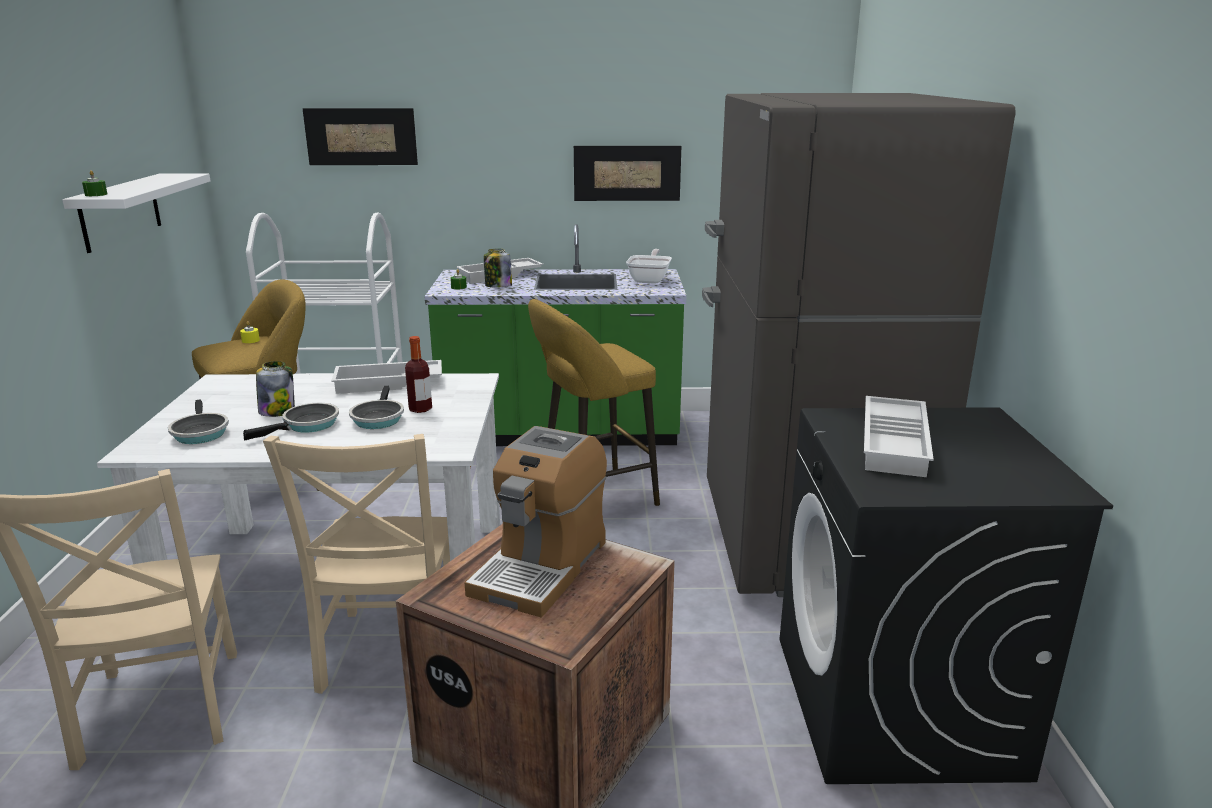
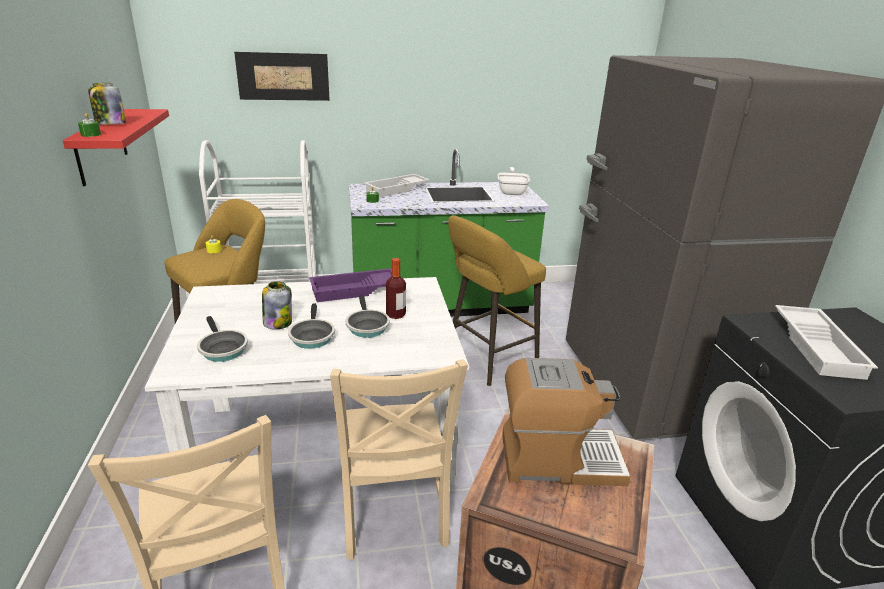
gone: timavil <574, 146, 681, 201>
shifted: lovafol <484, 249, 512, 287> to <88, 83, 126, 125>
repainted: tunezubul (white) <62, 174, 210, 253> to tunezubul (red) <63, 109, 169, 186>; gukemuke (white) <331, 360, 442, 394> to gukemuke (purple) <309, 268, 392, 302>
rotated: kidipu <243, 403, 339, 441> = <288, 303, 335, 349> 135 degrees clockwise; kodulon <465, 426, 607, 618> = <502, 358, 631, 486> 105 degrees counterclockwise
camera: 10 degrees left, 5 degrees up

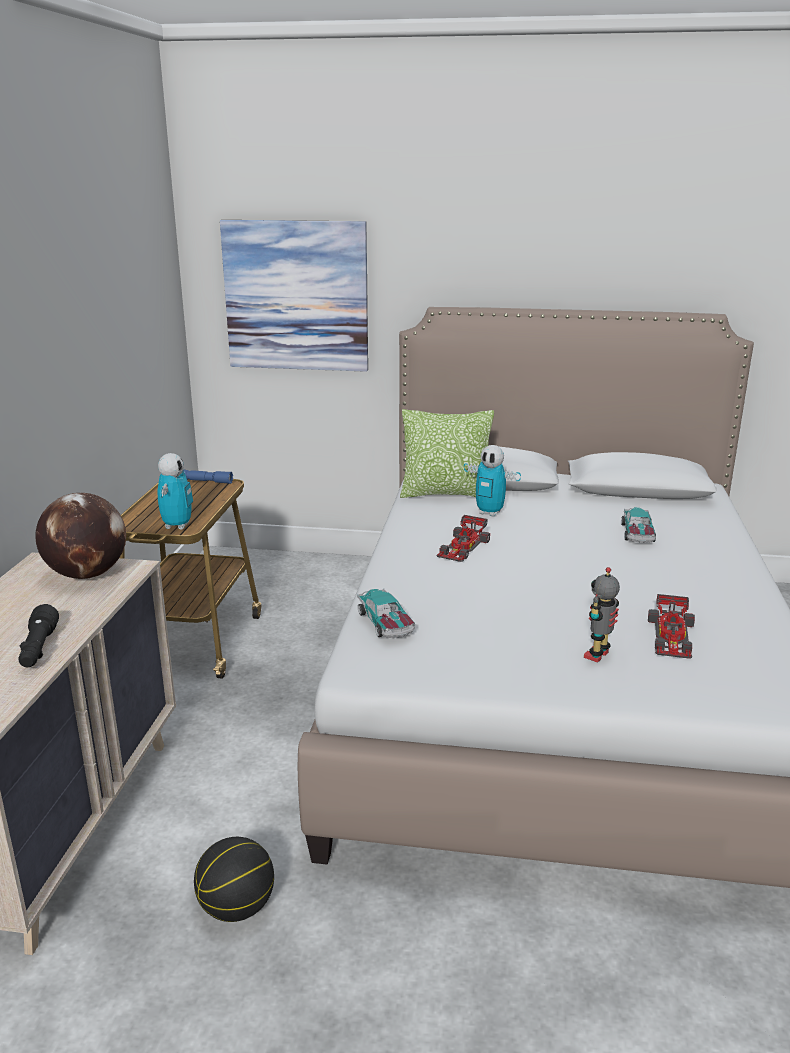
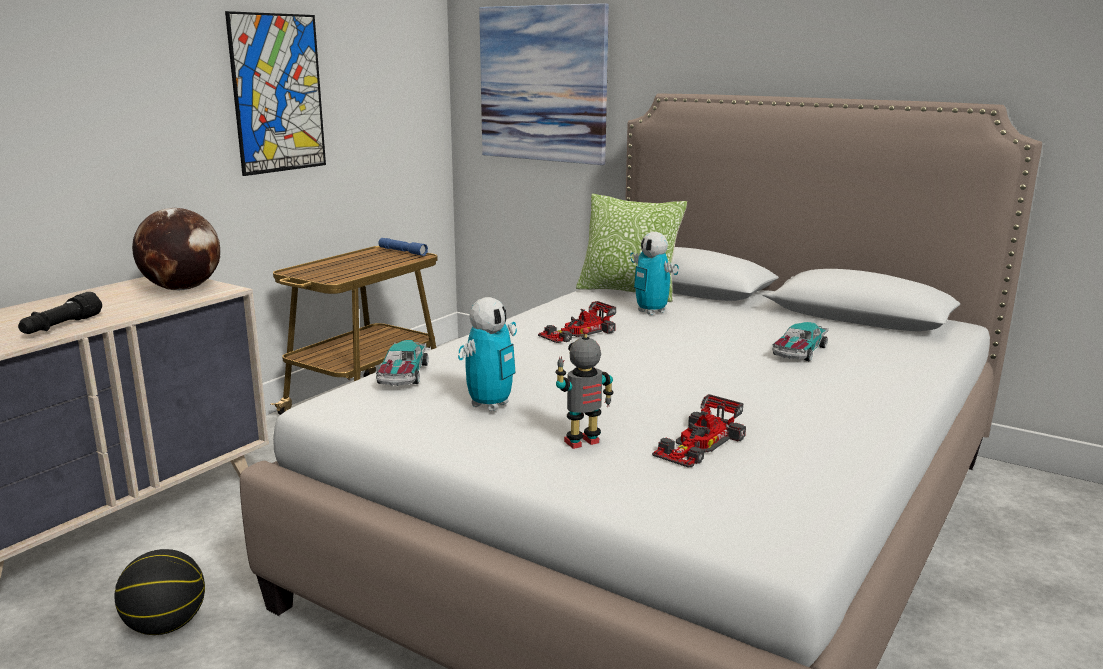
new: timavil <225, 11, 326, 176>
shifted: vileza <157, 453, 193, 530> to <458, 297, 517, 411>
camera: 25 degrees right, 5 degrees down

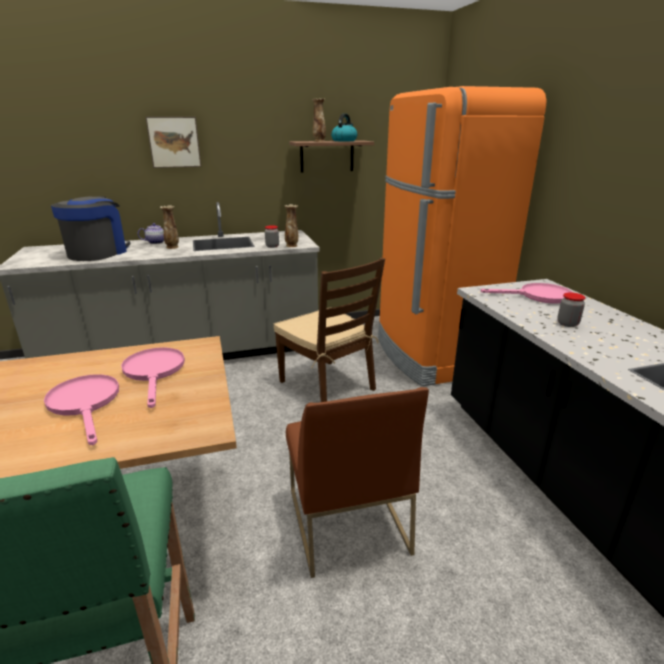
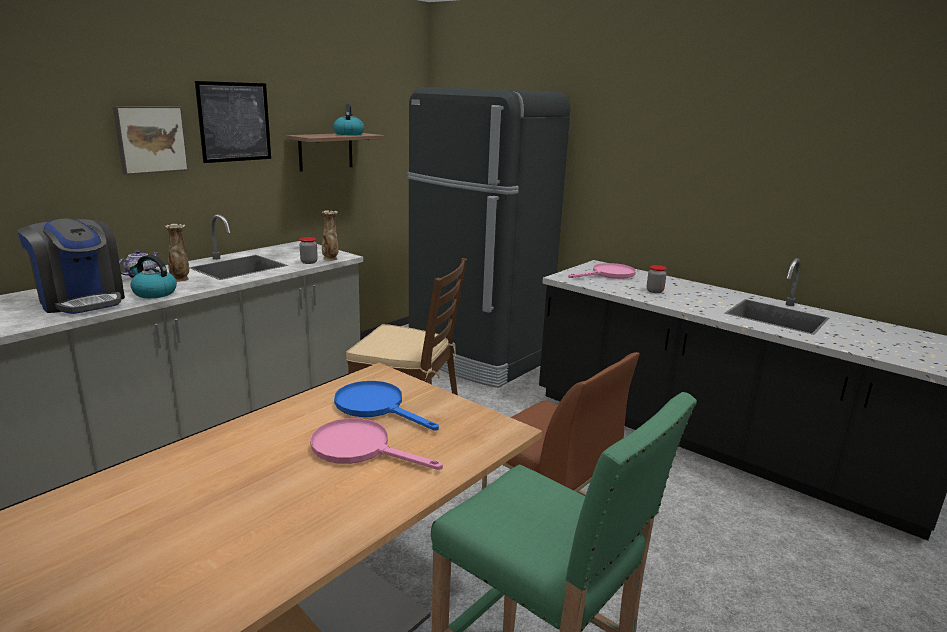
gone: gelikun <312, 98, 326, 142>
new: timavil <195, 81, 271, 163>; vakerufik <130, 255, 177, 298>
repainted: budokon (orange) <378, 86, 547, 386> to budokon (black) <407, 87, 570, 388>; kidipu (pink) <121, 347, 185, 408> to kidipu (blue) <334, 381, 439, 431>
rotated: kodulon <51, 196, 130, 261> = <17, 219, 125, 314> 150 degrees clockwise
camera: 35 degrees left, 5 degrees down

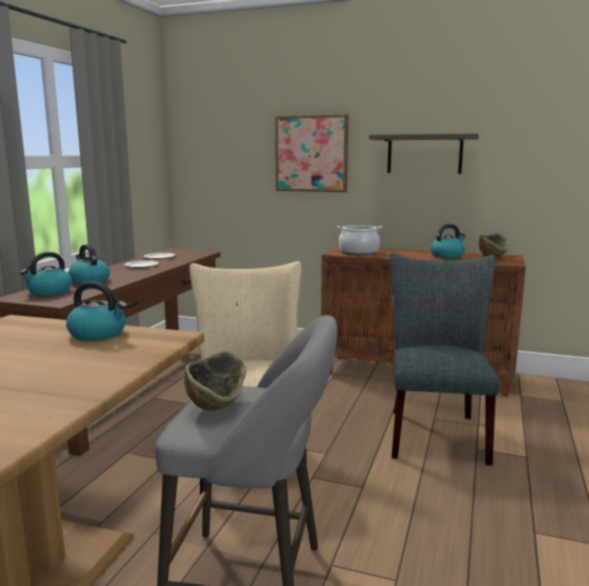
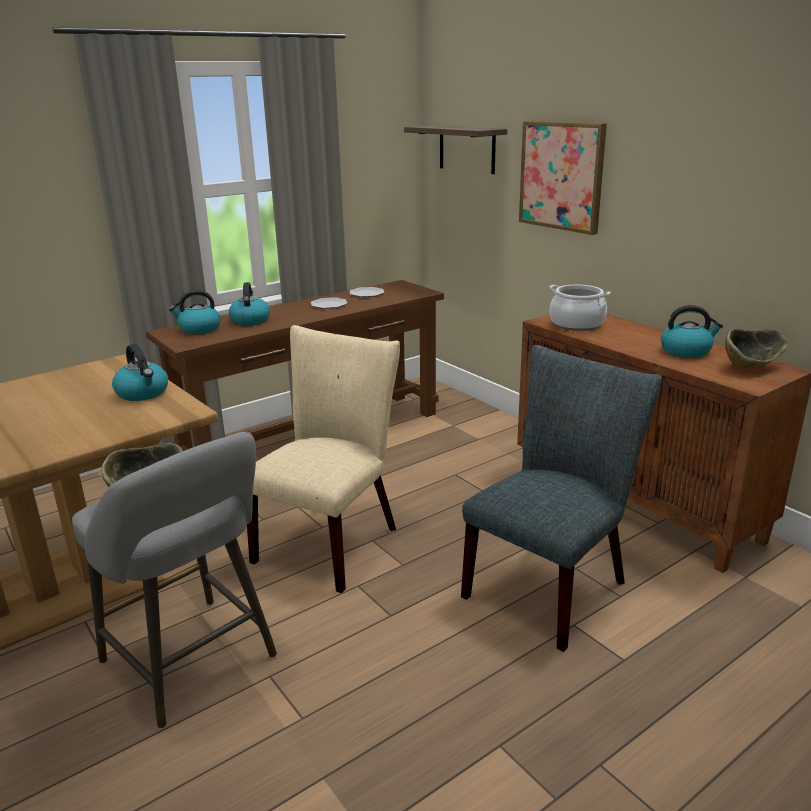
shifted: tunezubul <369, 134, 479, 174> to <404, 125, 507, 174>
camera: 35 degrees right, 10 degrees up

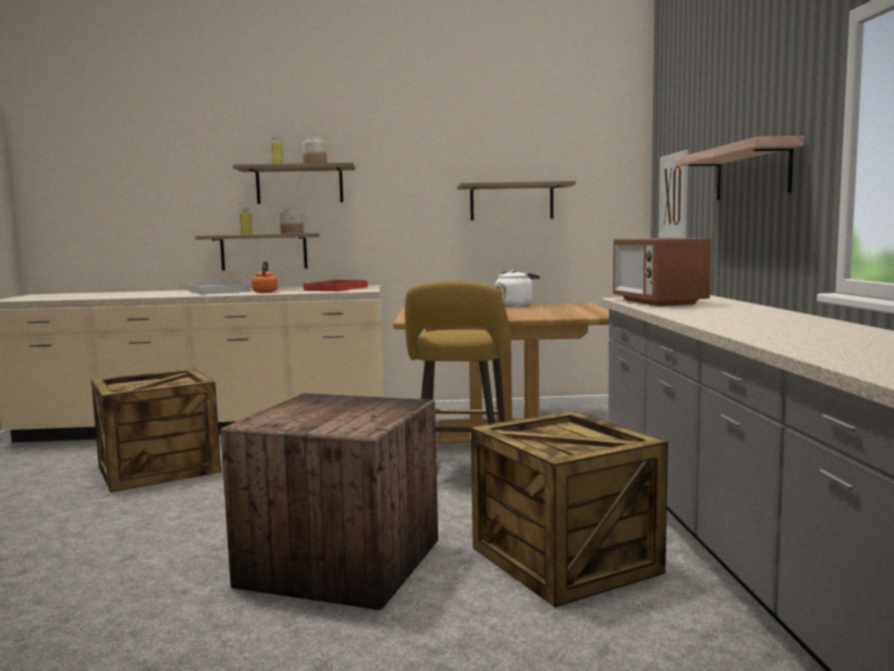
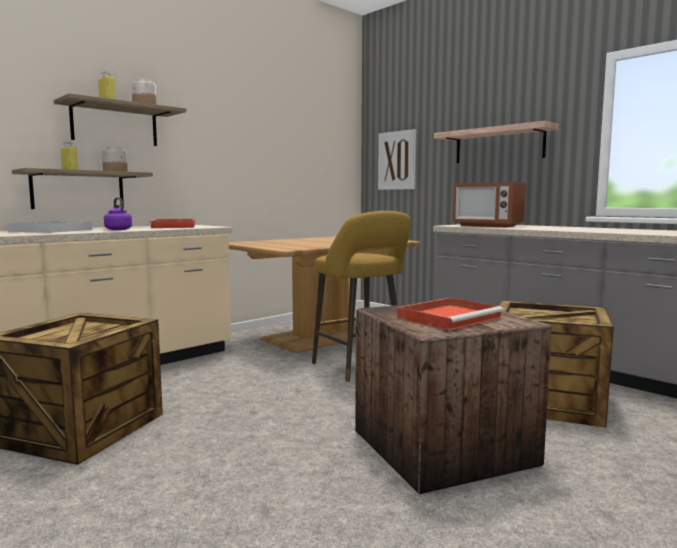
gone: tunezubul <457, 181, 576, 220>; vakerufik (white) <495, 270, 540, 307>
new: gukemuke (red) <397, 298, 504, 331>
repainted: vakerufik (orange) <252, 261, 278, 293> to vakerufik (purple) <104, 197, 132, 230>
camera: 40 degrees left, 0 degrees up

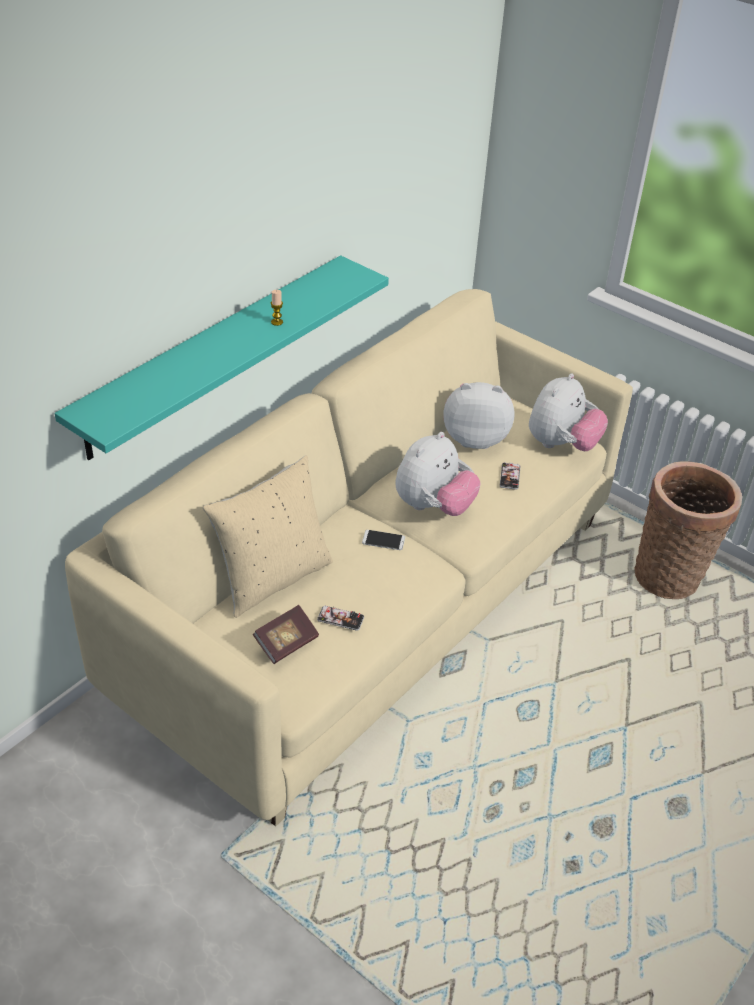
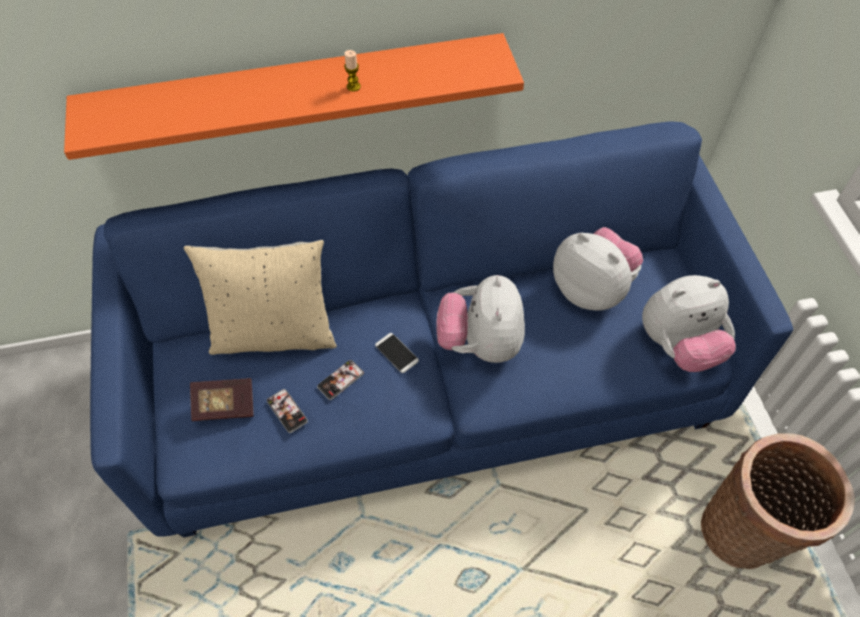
shifted: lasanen <500, 462, 521, 490> to <317, 360, 364, 400>
repainted: tunezubul (turquoise) <55, 255, 389, 460> to tunezubul (orange) <64, 33, 524, 160>; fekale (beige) <65, 289, 633, 826> to fekale (blue) <90, 122, 793, 537>
rotated: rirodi <395, 432, 481, 516> = <436, 275, 525, 363> 105 degrees clockwise
camera: 40 degrees right, 15 degrees up

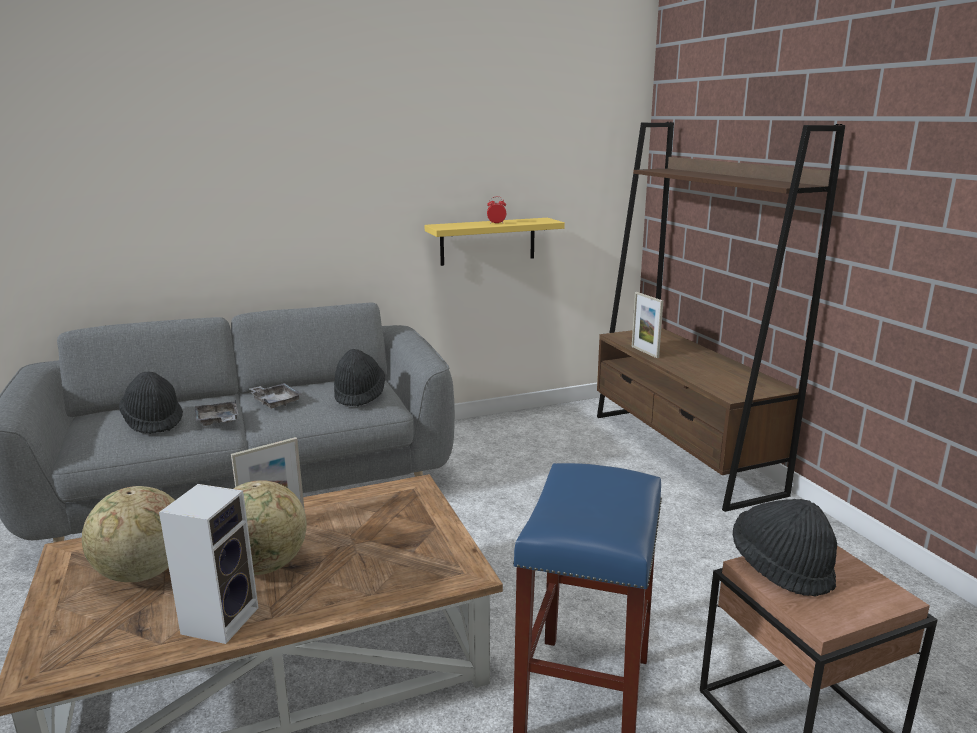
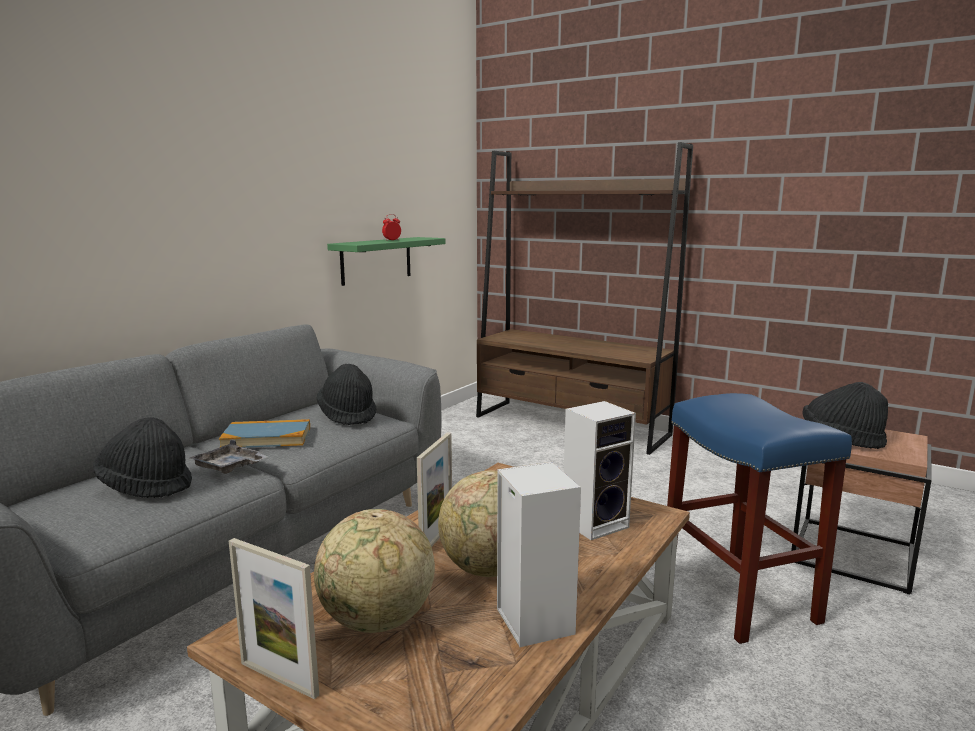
new: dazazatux <564, 401, 636, 540>
shifted: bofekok <632, 292, 663, 358> to <229, 538, 319, 699>
swapped: gukemuke (grey) <250, 383, 302, 408> to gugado <219, 419, 310, 448>
repainted: tunezubul (yellow) <425, 218, 565, 266> to tunezubul (green) <327, 237, 446, 286>
camera: 35 degrees left, 5 degrees down

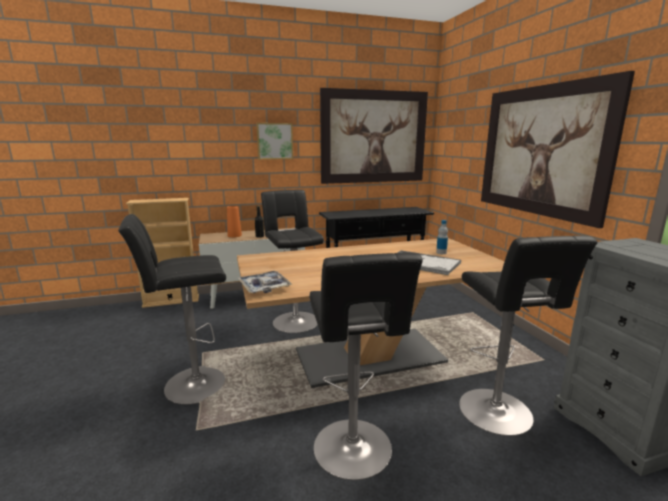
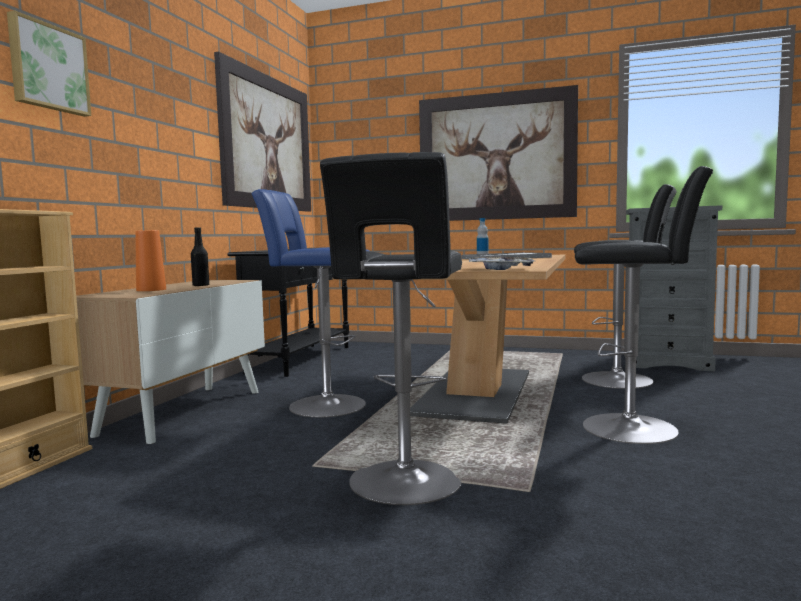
shifted: timavil <256, 123, 293, 160> to <7, 10, 91, 117>
repainted: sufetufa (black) <261, 190, 324, 333> to sufetufa (blue) <251, 189, 369, 417>
camera: 55 degrees left, 10 degrees down

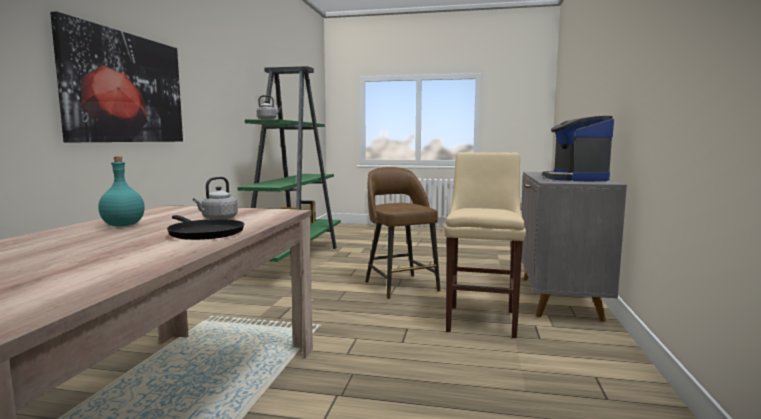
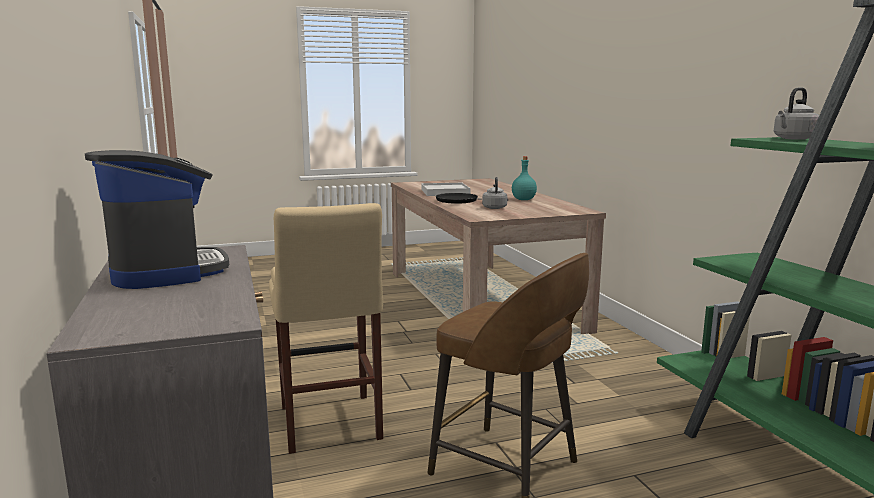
gone: timavil <50, 11, 183, 142>
new: gukemuke (white) <421, 183, 470, 196>
camera: 150 degrees right, 5 degrees up

